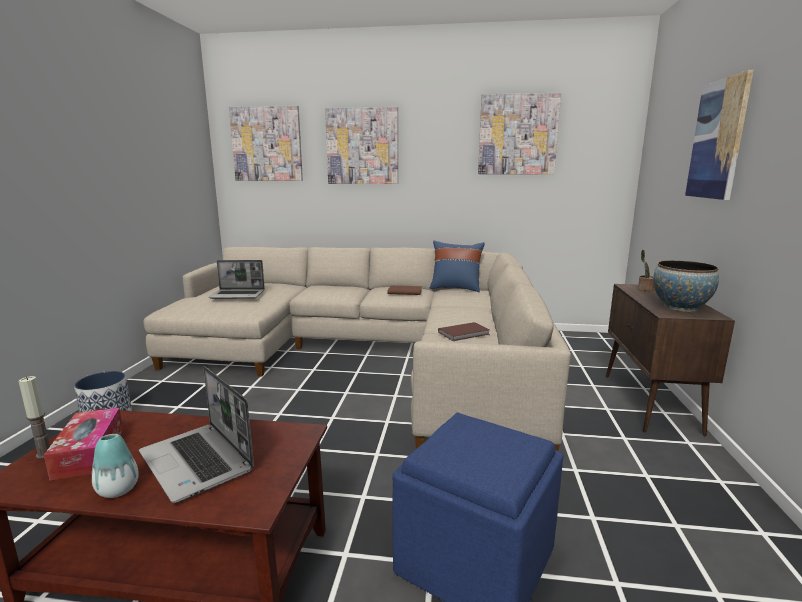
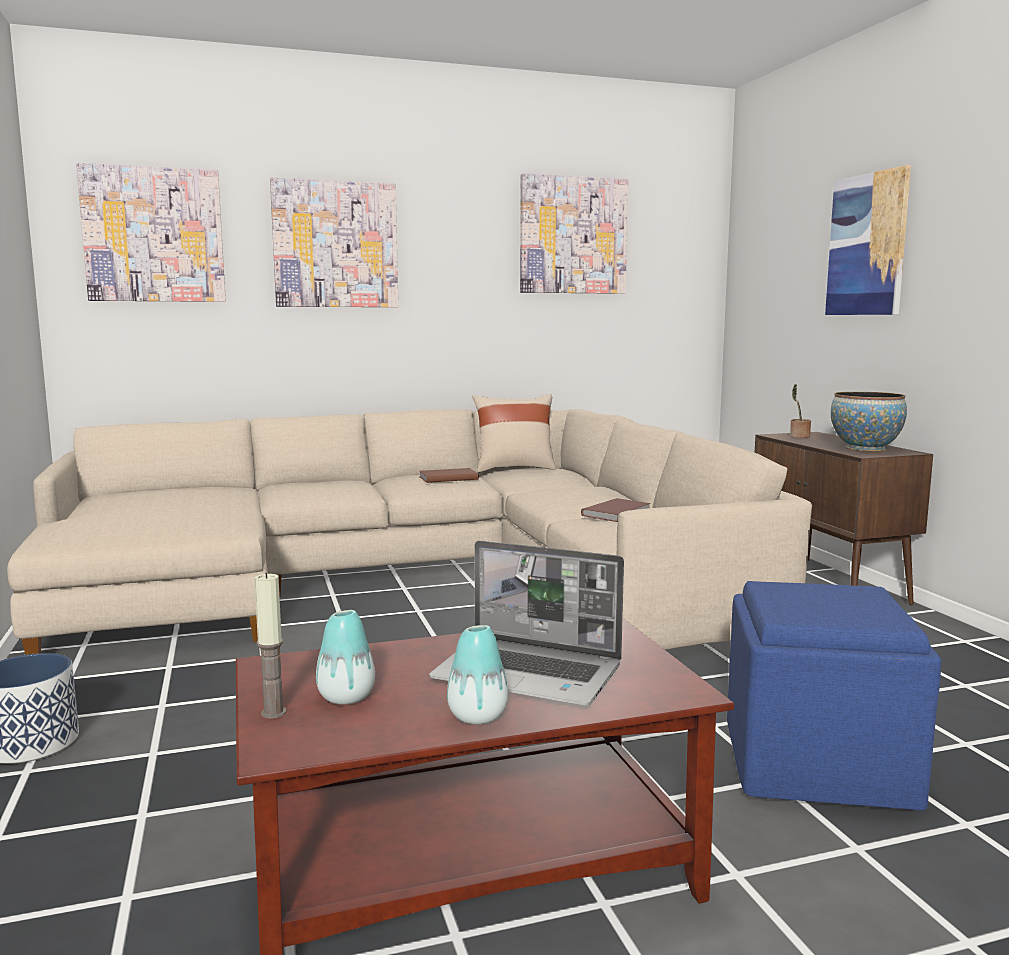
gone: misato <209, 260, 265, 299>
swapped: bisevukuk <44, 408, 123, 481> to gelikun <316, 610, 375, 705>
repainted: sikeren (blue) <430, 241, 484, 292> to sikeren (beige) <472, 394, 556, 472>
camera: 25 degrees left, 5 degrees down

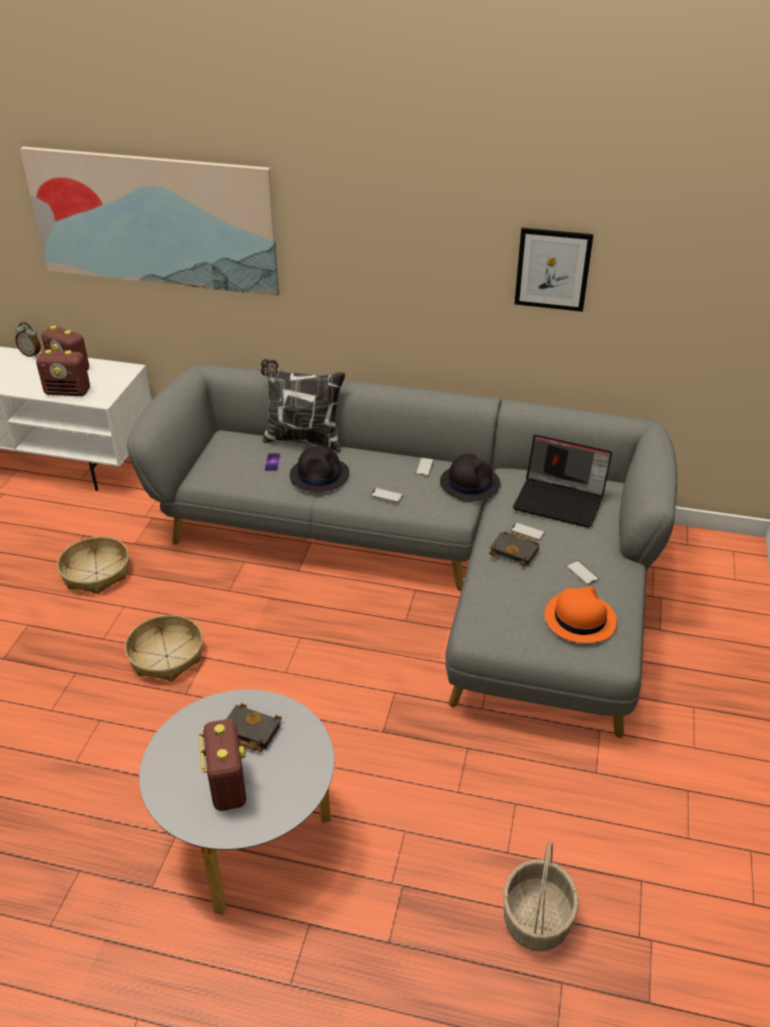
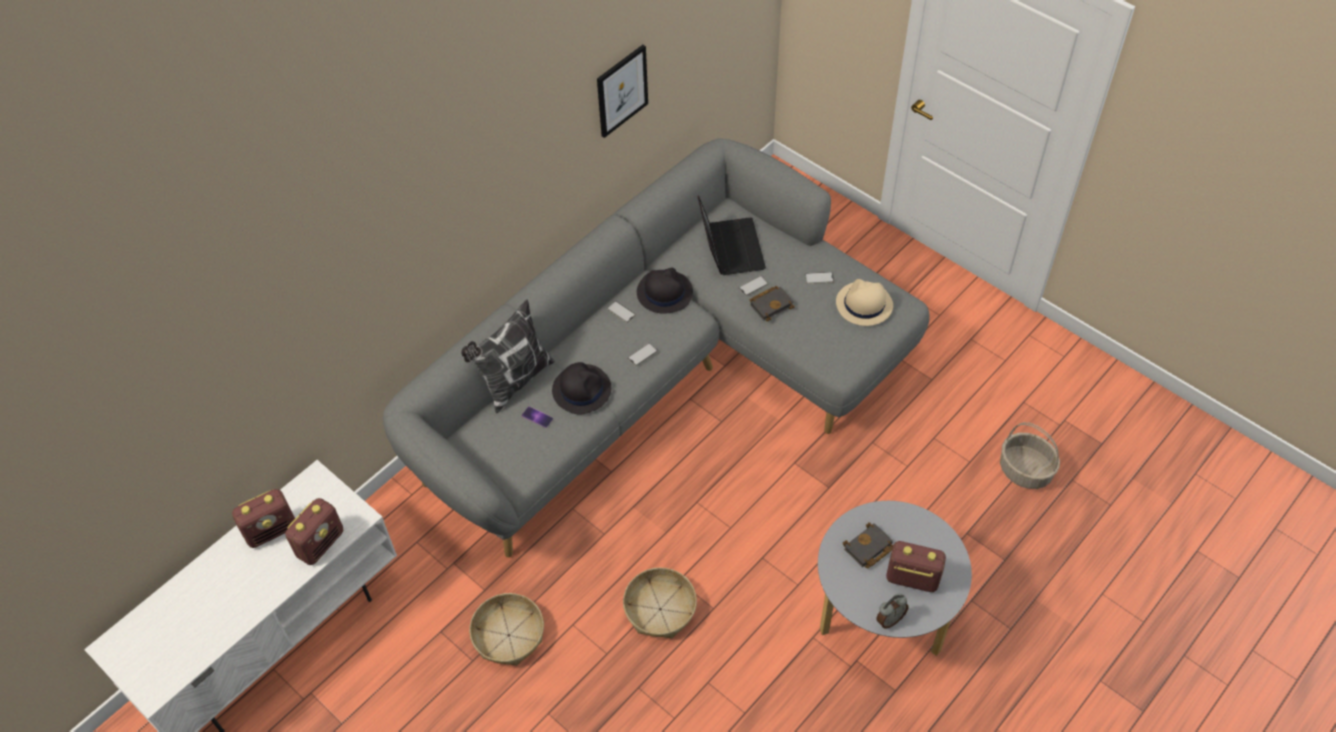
gone: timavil <20, 147, 279, 296>
shifted: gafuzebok <15, 322, 41, 357> to <876, 594, 909, 628>
repainted: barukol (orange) <544, 586, 617, 643> to barukol (beige) <836, 279, 893, 326>
rotated: misato <513, 435, 612, 528> = <697, 195, 766, 275> 60 degrees counterclockwise
camera: 60 degrees left, 15 degrees up

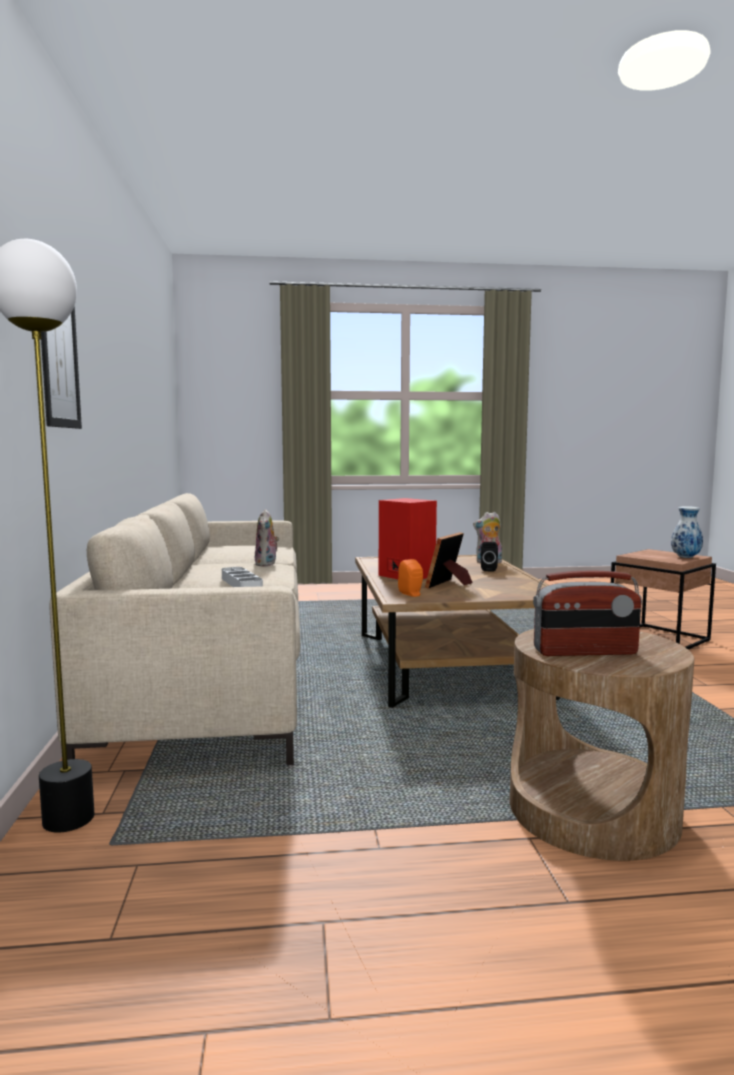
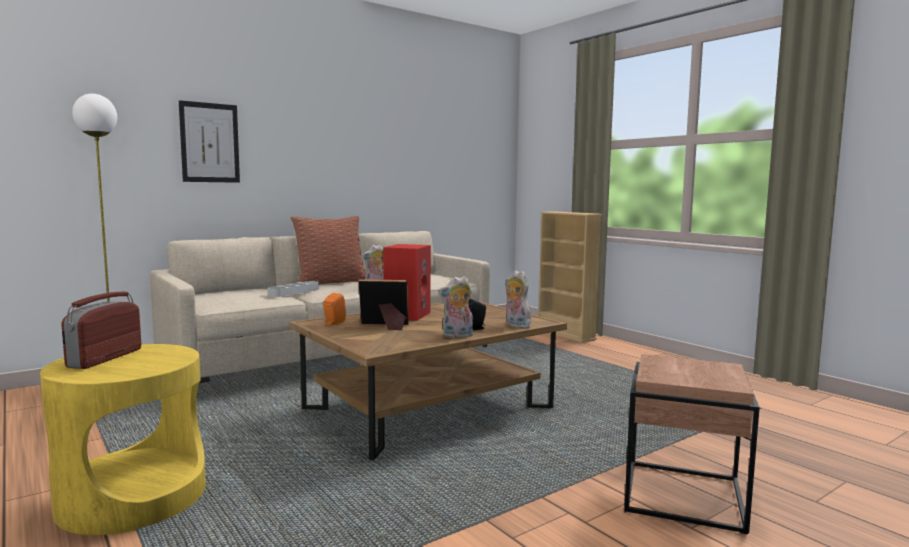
gone: gelikun <671, 506, 703, 558>
new: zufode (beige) <539, 211, 602, 343>; sikeren <291, 216, 366, 284>; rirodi <438, 276, 473, 338>
repainted: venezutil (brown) <510, 629, 694, 861> to venezutil (yellow) <40, 344, 206, 535>
rotated: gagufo <533, 571, 642, 656> = <61, 292, 141, 369> 45 degrees clockwise
camera: 60 degrees right, 0 degrees up

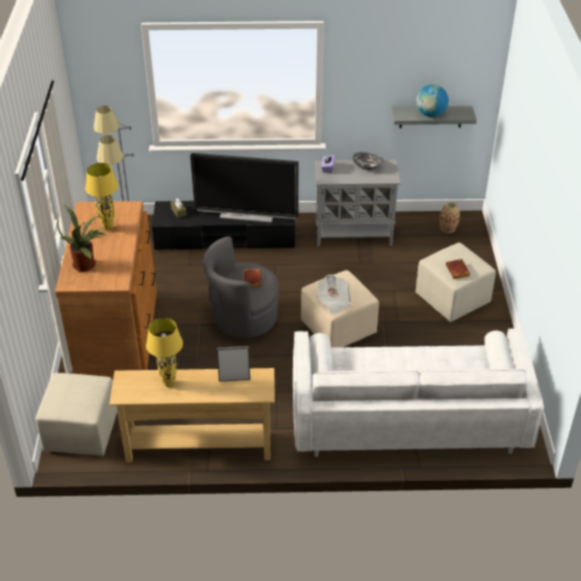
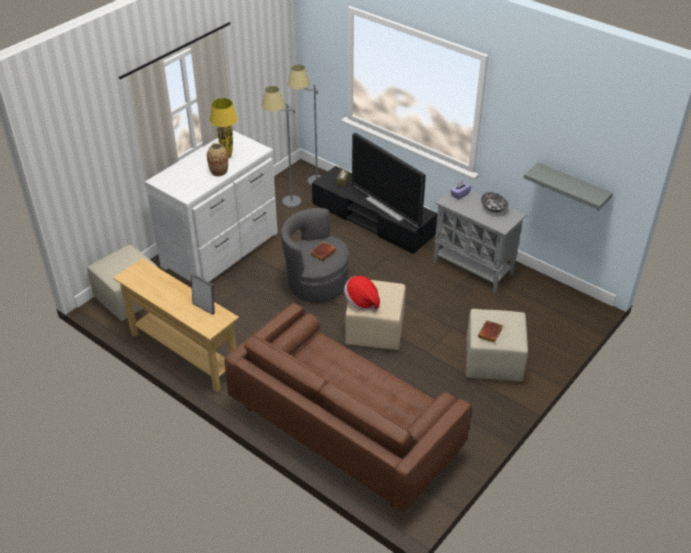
gone: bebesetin <416, 85, 449, 117>; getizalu <57, 205, 106, 272>; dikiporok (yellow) <146, 318, 183, 387>
shifted: gelikun <439, 202, 460, 233> to <207, 143, 228, 176>
swapped: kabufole <317, 274, 351, 315> to barukol <344, 276, 380, 312>
repainted: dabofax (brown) <55, 201, 157, 380> to dabofax (white) <145, 130, 278, 282>; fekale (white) <293, 328, 544, 457> to fekale (brown) <225, 303, 472, 512>
camera: 40 degrees right, 0 degrees up

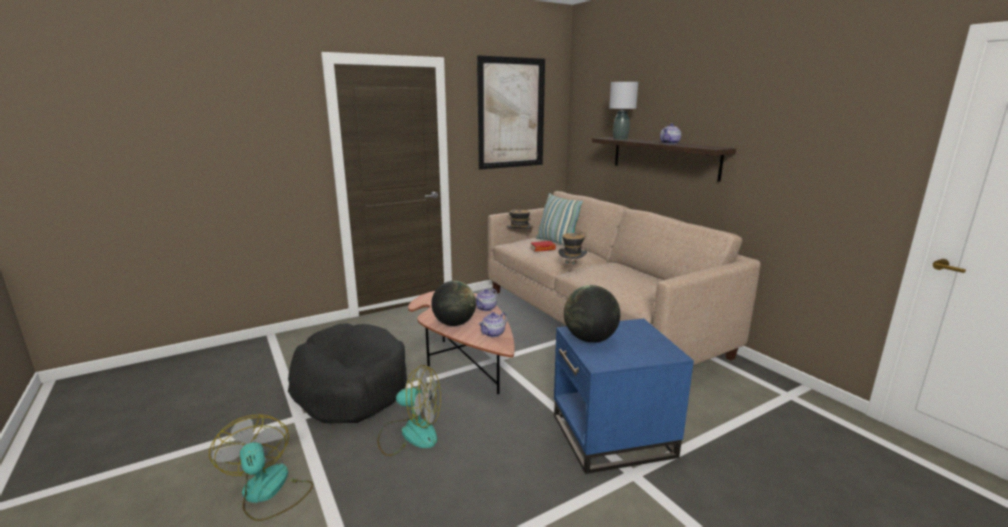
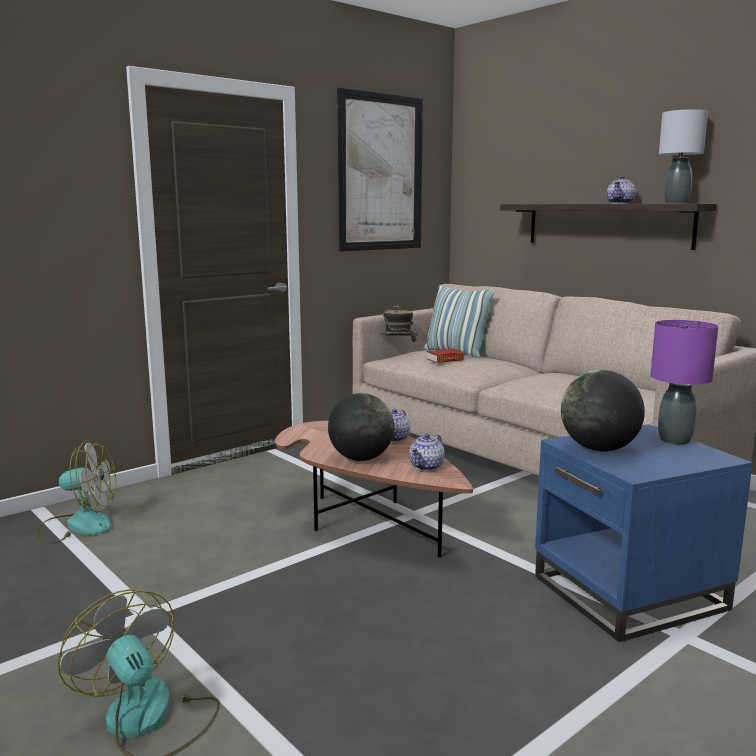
gone: barukol <558, 231, 587, 273>; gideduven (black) <288, 323, 407, 423>
new: dikiporok (purple) <651, 320, 718, 445>
shifted: dikiporok (grey) <609, 82, 638, 140> to <659, 109, 708, 203>; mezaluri <377, 365, 441, 456> to <36, 440, 116, 544>
camera: 10 degrees left, 5 degrees down

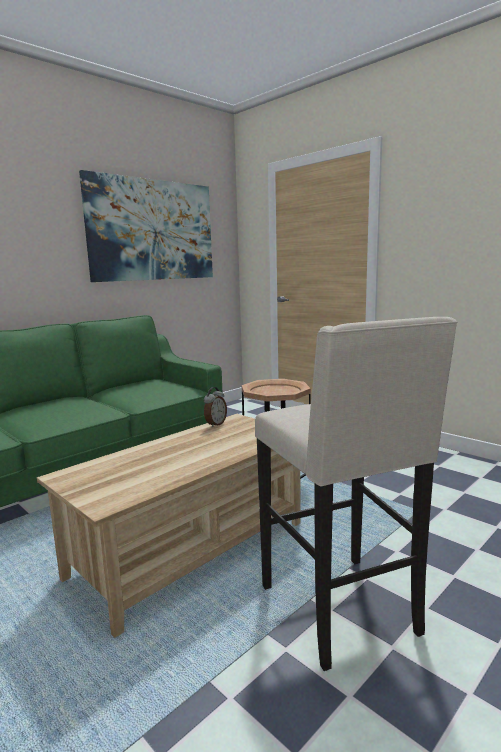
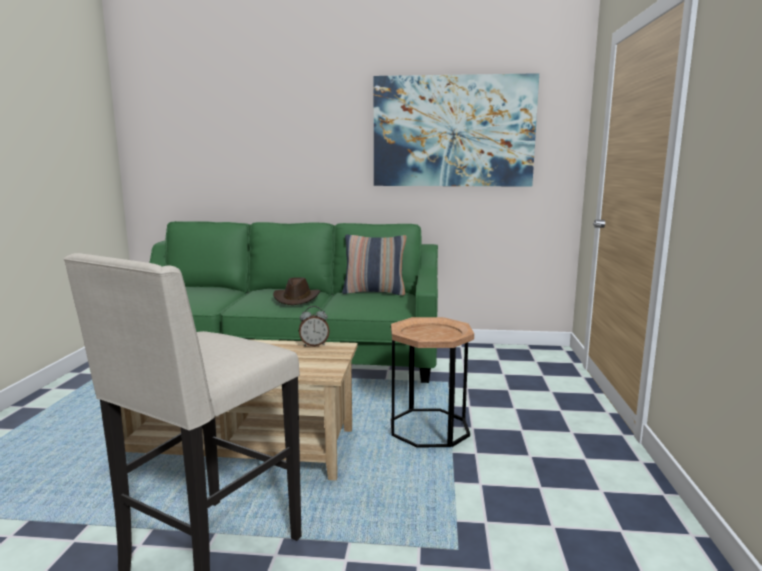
new: sikeren <342, 234, 407, 296>; barukol (brown) <273, 277, 320, 305>
camera: 50 degrees right, 0 degrees up

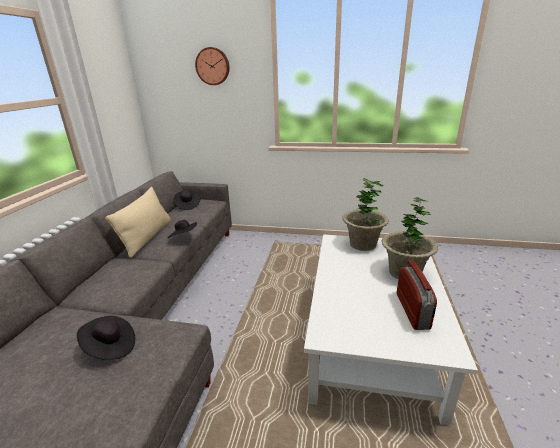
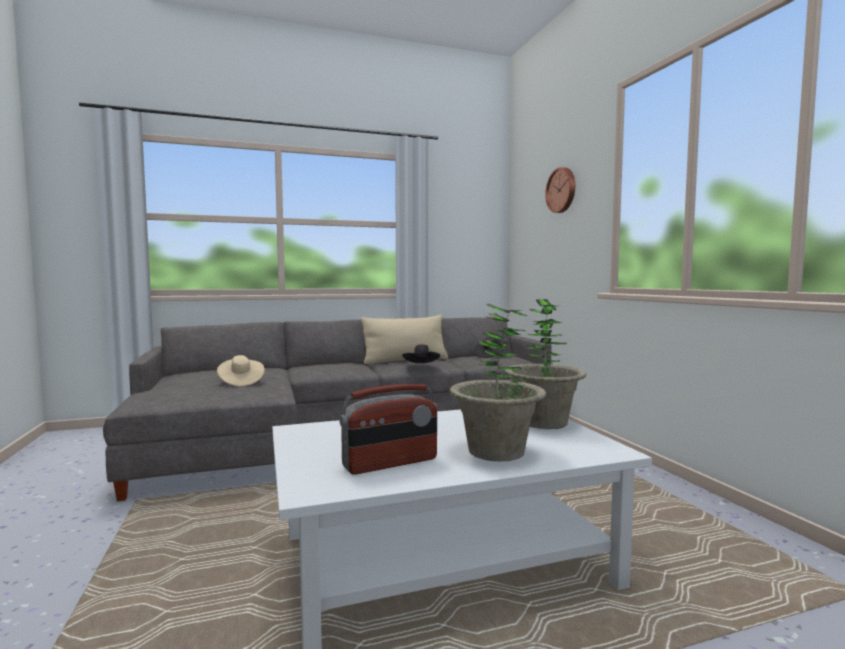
repainted: barukol (black) <77, 316, 135, 360> to barukol (beige) <217, 355, 265, 386>
camera: 60 degrees right, 20 degrees down

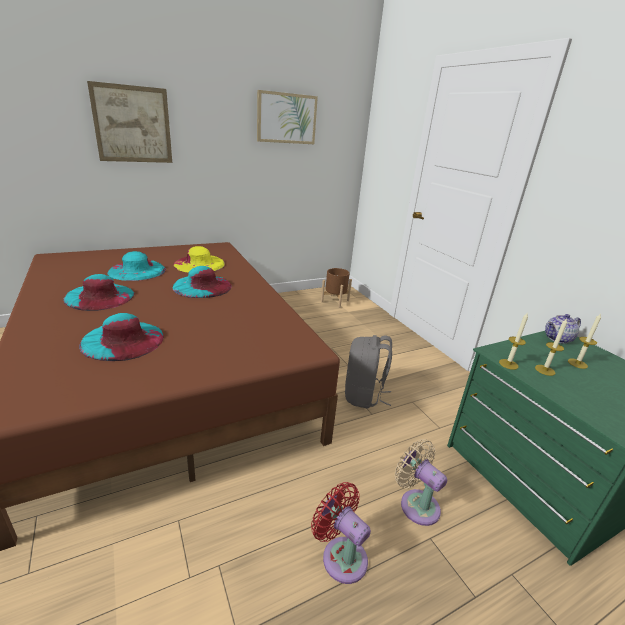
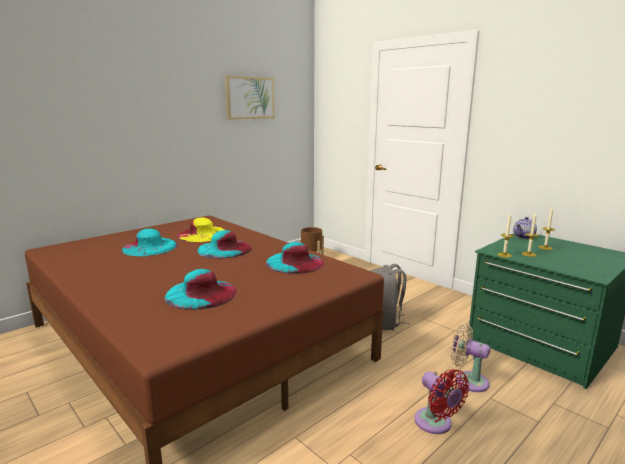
gone: timavil <87, 81, 172, 163>
shifted: barukol (turquoise) <63, 274, 135, 311> to <266, 242, 324, 274>
rotated: mezaluri (red) <311, 482, 371, 584> = <414, 369, 469, 434> 150 degrees counterclockwise
camera: 15 degrees left, 10 degrees down

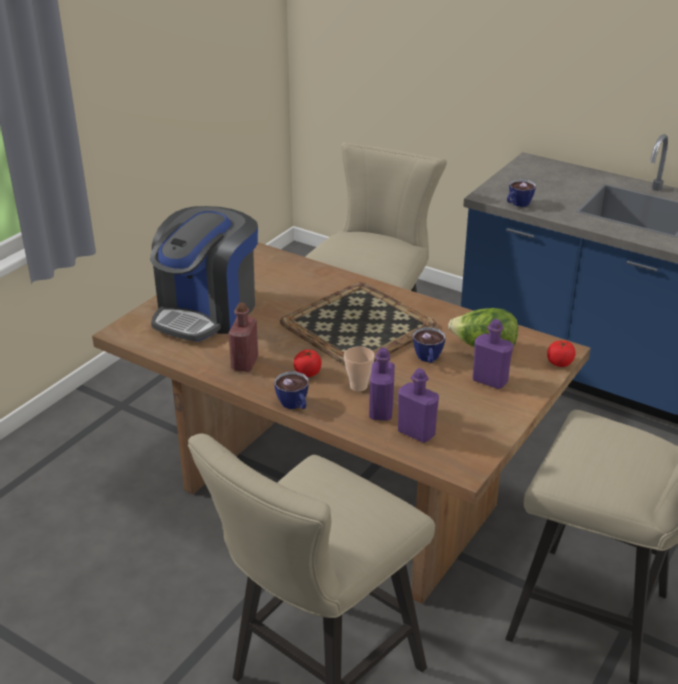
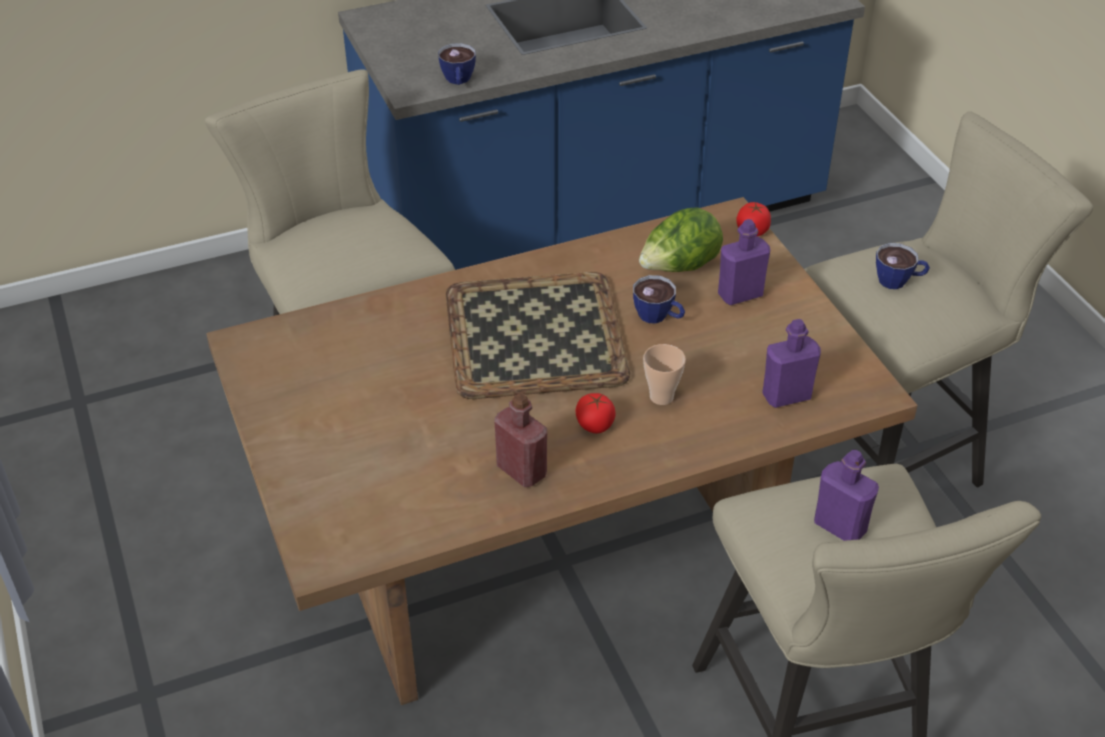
gone: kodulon <150, 206, 258, 342>
shifted: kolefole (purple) <369, 348, 395, 421> to <814, 450, 879, 541>; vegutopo <274, 372, 309, 409> to <876, 243, 930, 289>
camera: 55 degrees left, 10 degrees up

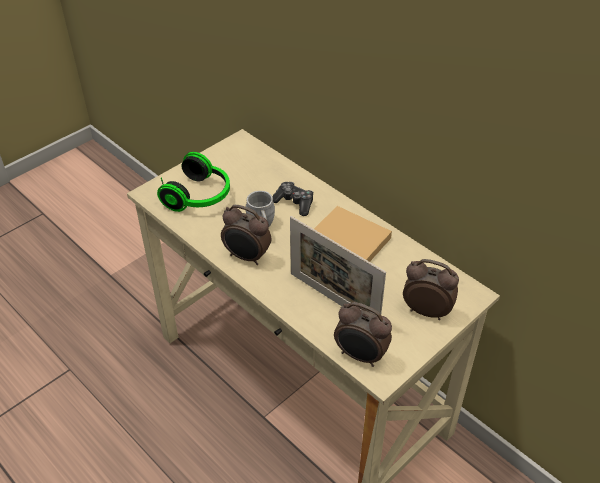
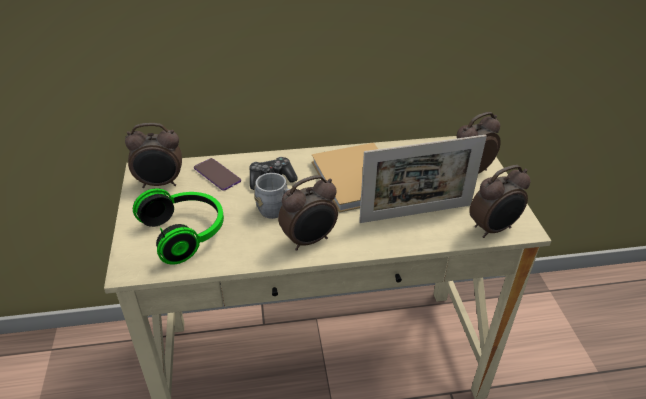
new: gafuzebok <125, 123, 182, 188>; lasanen <194, 158, 241, 191>
camera: 55 degrees left, 5 degrees down

